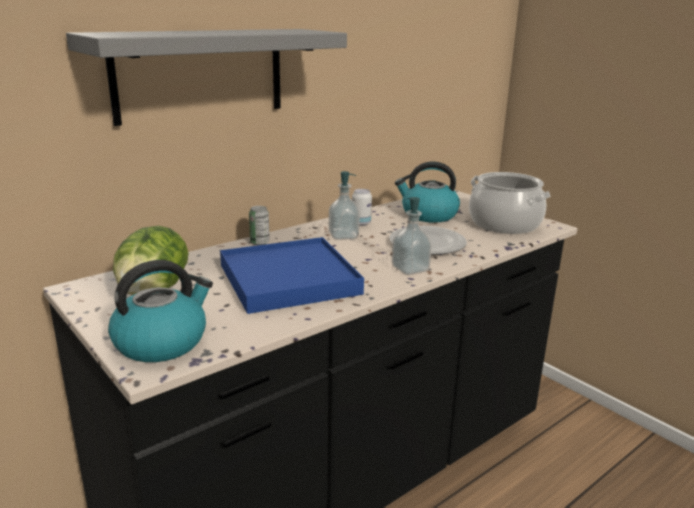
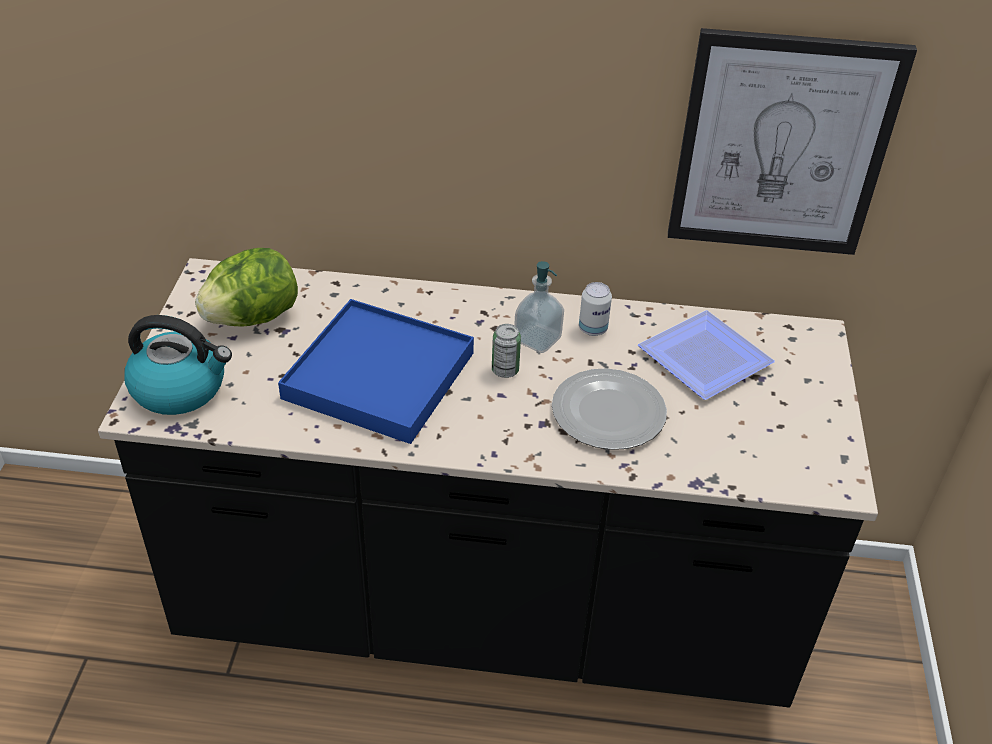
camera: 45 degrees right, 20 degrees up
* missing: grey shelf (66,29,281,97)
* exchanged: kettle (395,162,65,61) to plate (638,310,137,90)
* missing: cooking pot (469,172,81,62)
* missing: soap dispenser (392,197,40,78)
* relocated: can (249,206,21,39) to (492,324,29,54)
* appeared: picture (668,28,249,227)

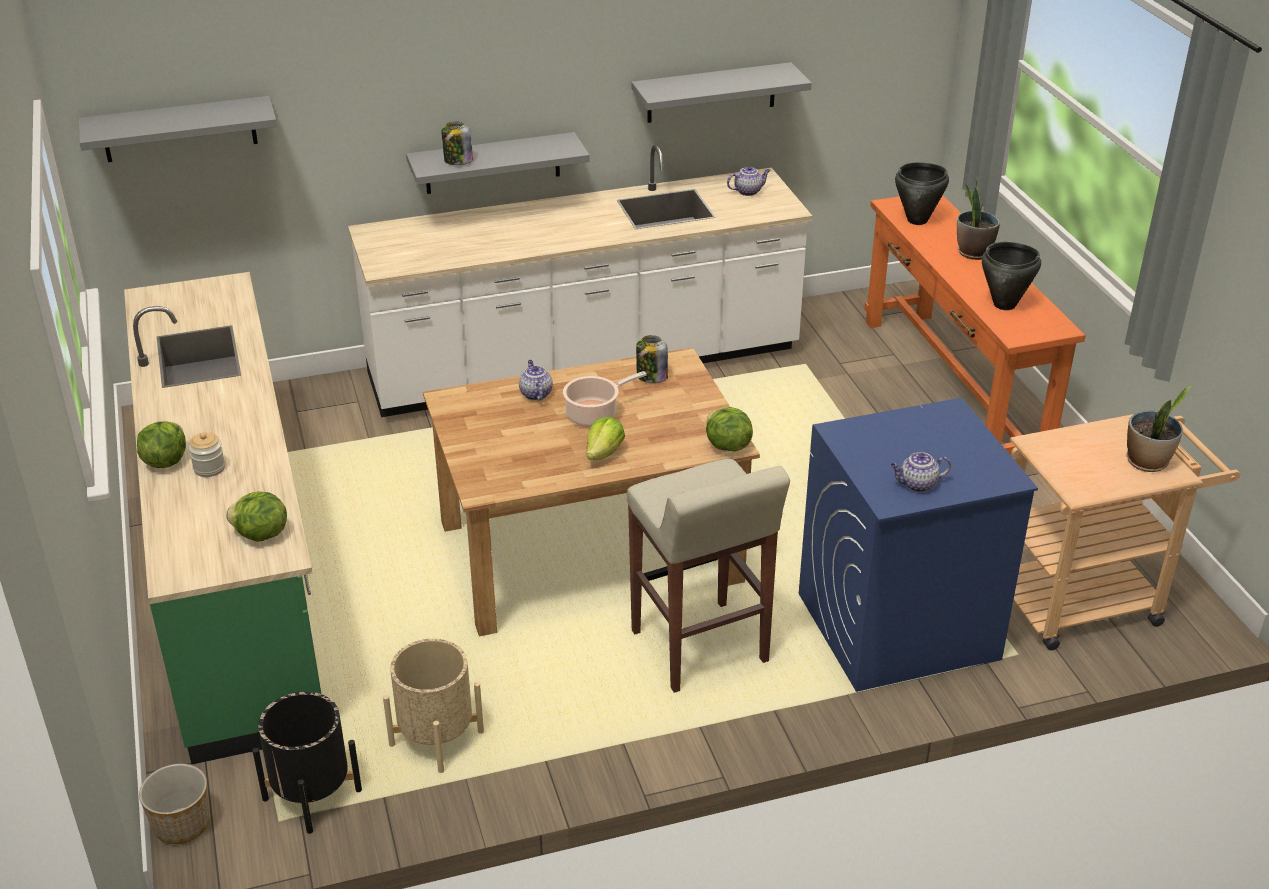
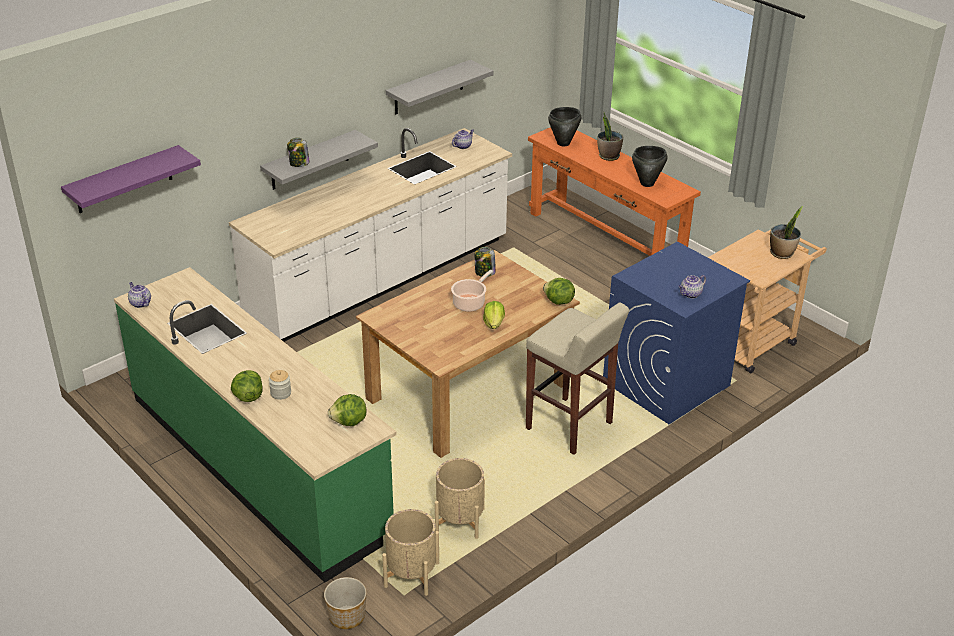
camera: 25 degrees left, 0 degrees up
* colour: grey shelf (79,96,198,66) to purple shelf (61,145,140,68)
* relocated: teapot (519,360,34,40) to (128,282,23,26)
* colour: black planter (252,692,110,142) to beige planter (382,509,57,87)

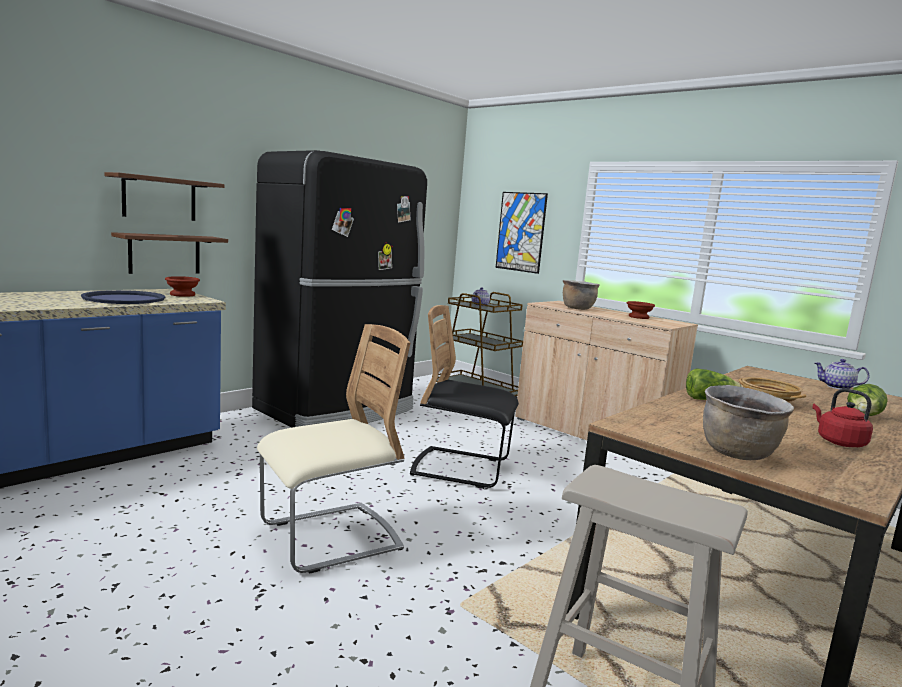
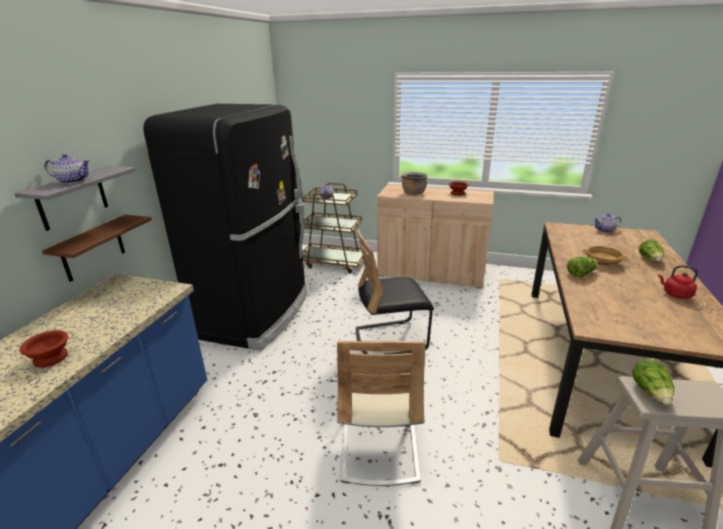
camera: 25 degrees left, 15 degrees up
* colour: brown shelf (104,172,121,49) to grey shelf (14,166,122,65)
* missing: picture (495,192,53,82)
* relocated: brown bowl (165,276,35,21) to (20,330,48,38)
* missing: blue tray (81,290,84,14)
* spun: beige chair (257,324,153,250) = (337,341,88,145) 150 degrees clockwise
* missing: brown cooking pot (703,385,91,75)
* appeared: teapot (45,154,45,30)
* appeared: lettuce (632,359,42,46)

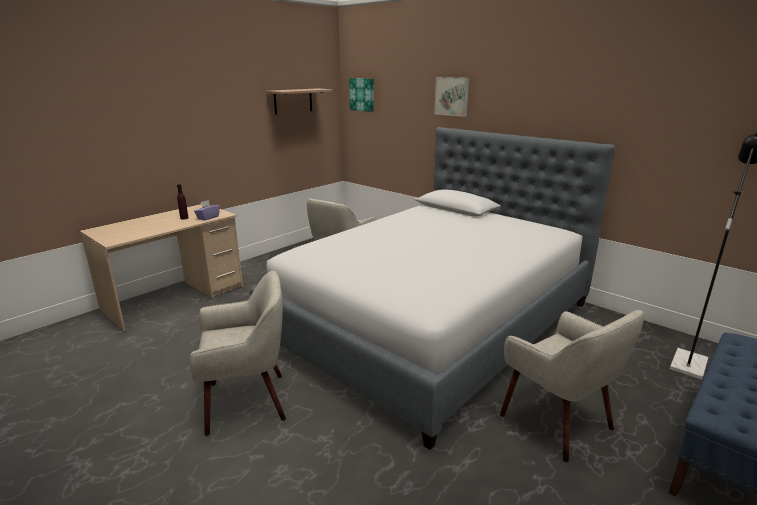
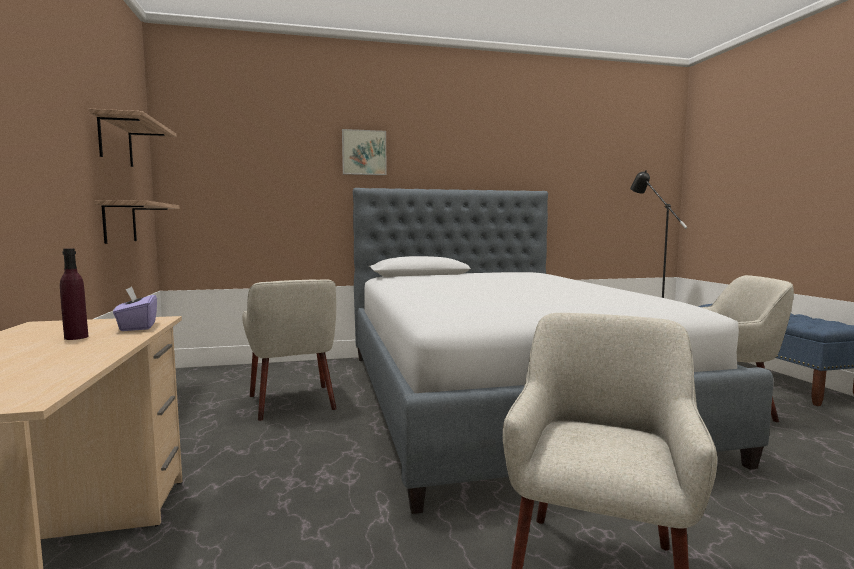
camera: 55 degrees left, 15 degrees down
* missing: picture (349,78,25,34)
* appeared: shelf (94,200,86,44)

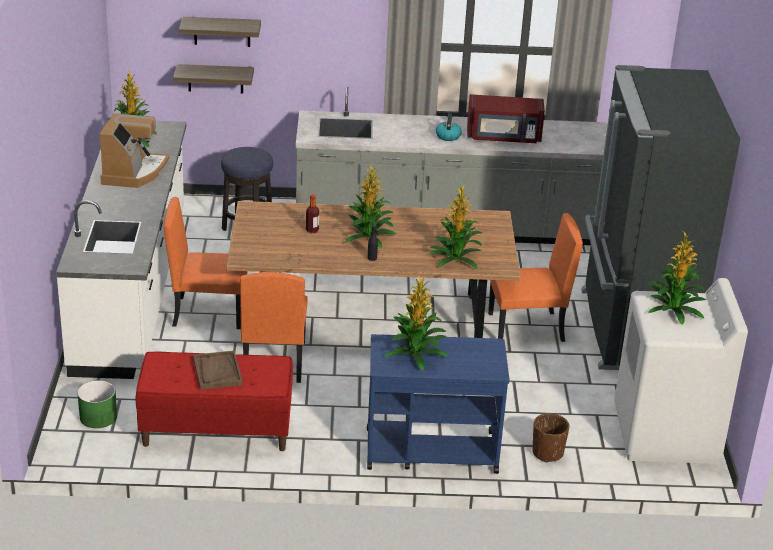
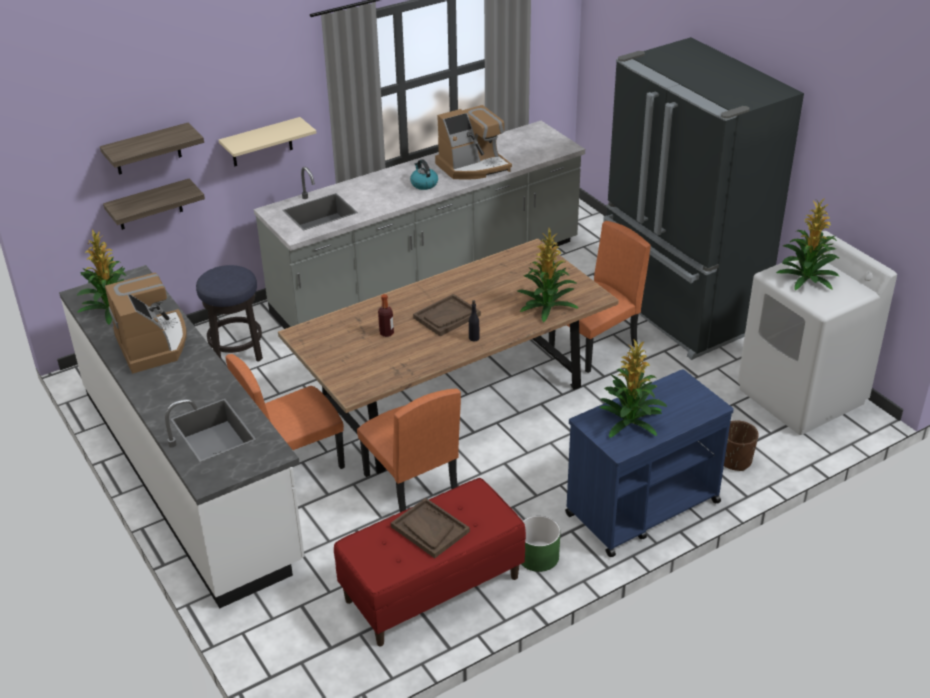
camera: 30 degrees left, 5 degrees up
* exchanged: red microwave (467,94,78,49) to coffee machine (435,105,77,75)
* exchanged: potted plant (344,166,52,83) to brown tray (413,294,68,42)
* relocated: green planter (77,380,40,48) to (521,516,39,56)
* appeared: beige shelf (219,117,97,49)

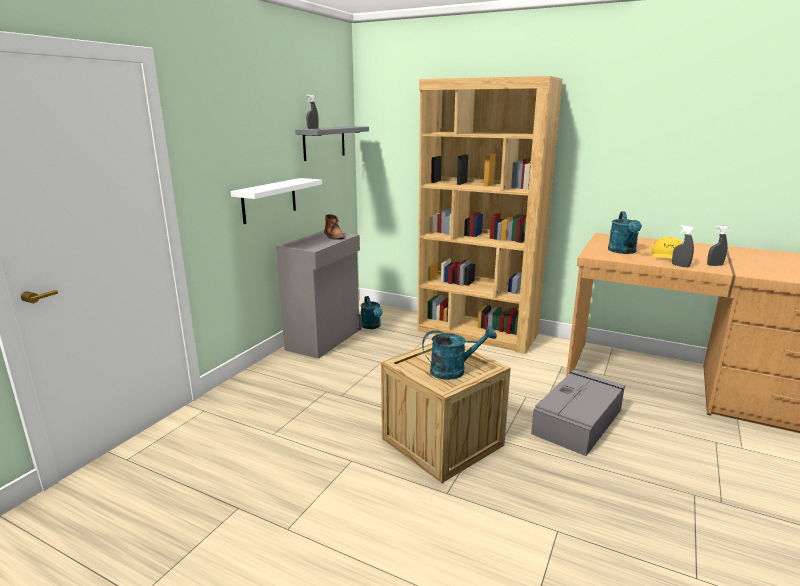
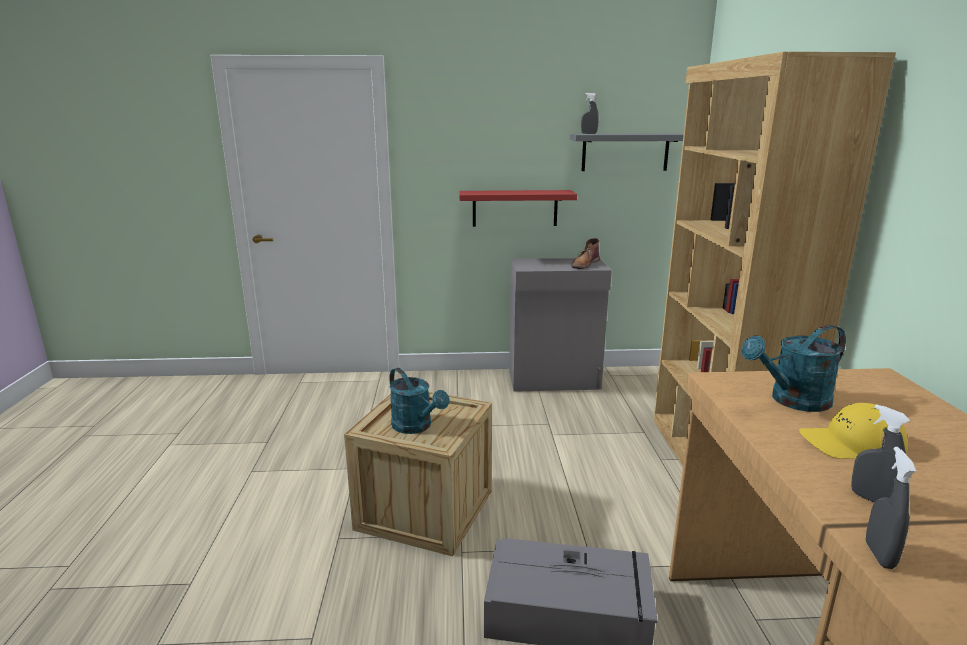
camera: 60 degrees right, 0 degrees up
* colour: white shelf (231,178,91,46) to red shelf (459,190,118,37)
* relocated: grey spray bottle (672,225,22,42) to (866,447,51,122)
* missing: turquoise watering can (361,296,22,33)

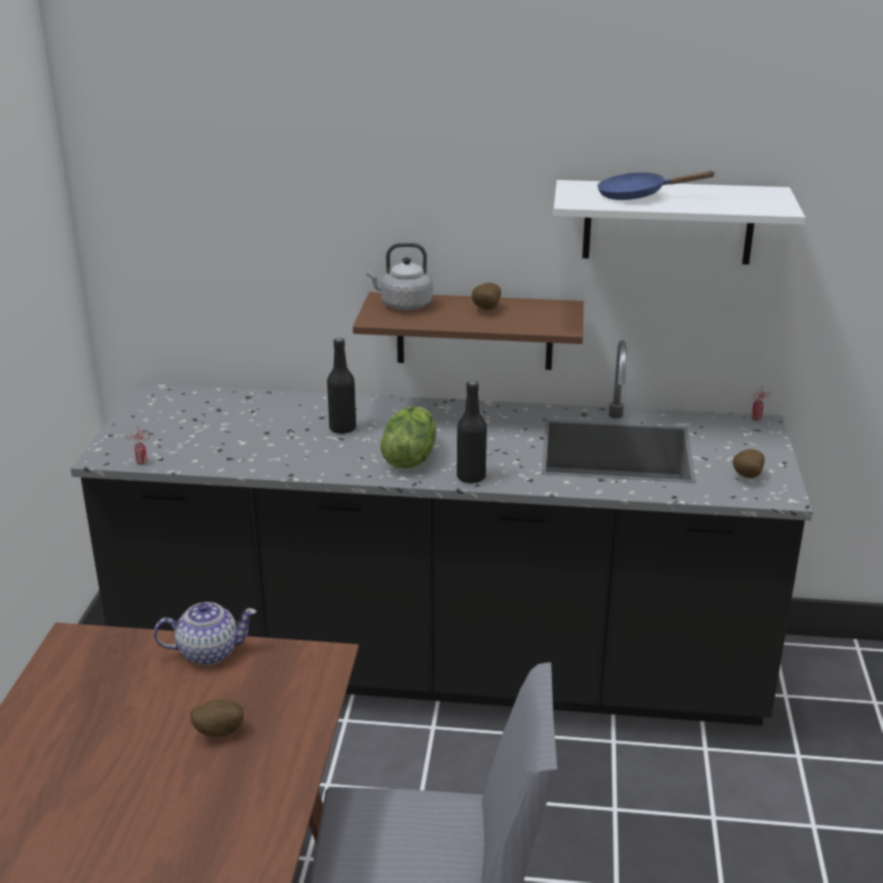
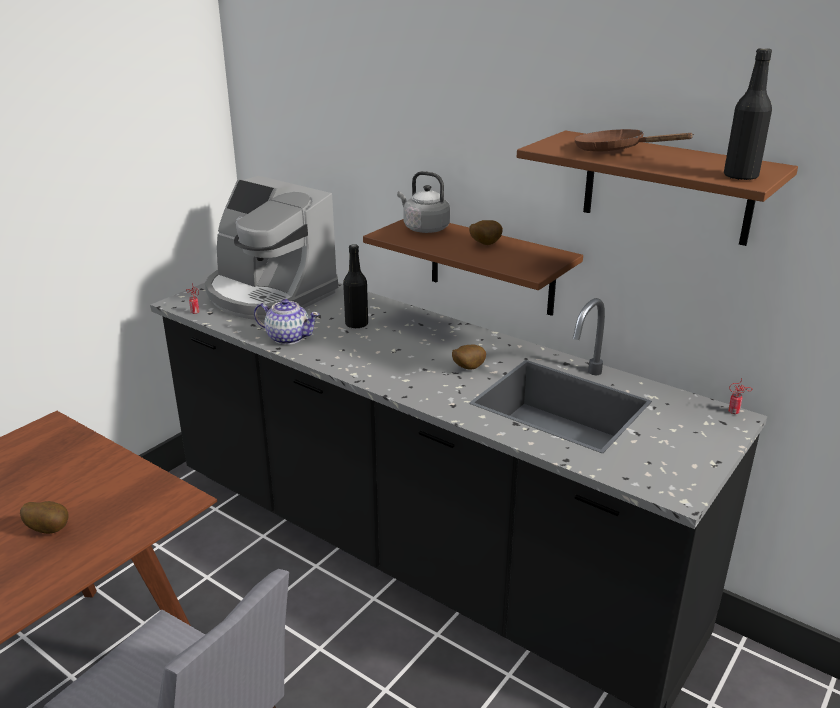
camera: 30 degrees right, 0 degrees up
* colour: blue frying pan (597,171,119,29) to brown frying pan (574,129,120,23)
* colour: white shelf (553,180,252,85) to brown shelf (517,130,281,116)
* relocated: black bottle (457,381,30,102) to (724,48,48,132)
* missing: lettuce (381,407,55,62)
* relocated: potato (732,449,33,29) to (452,344,34,26)
* relocated: teapot (154,602,103,63) to (254,299,65,46)
* appeared: coffee machine (205,176,133,144)

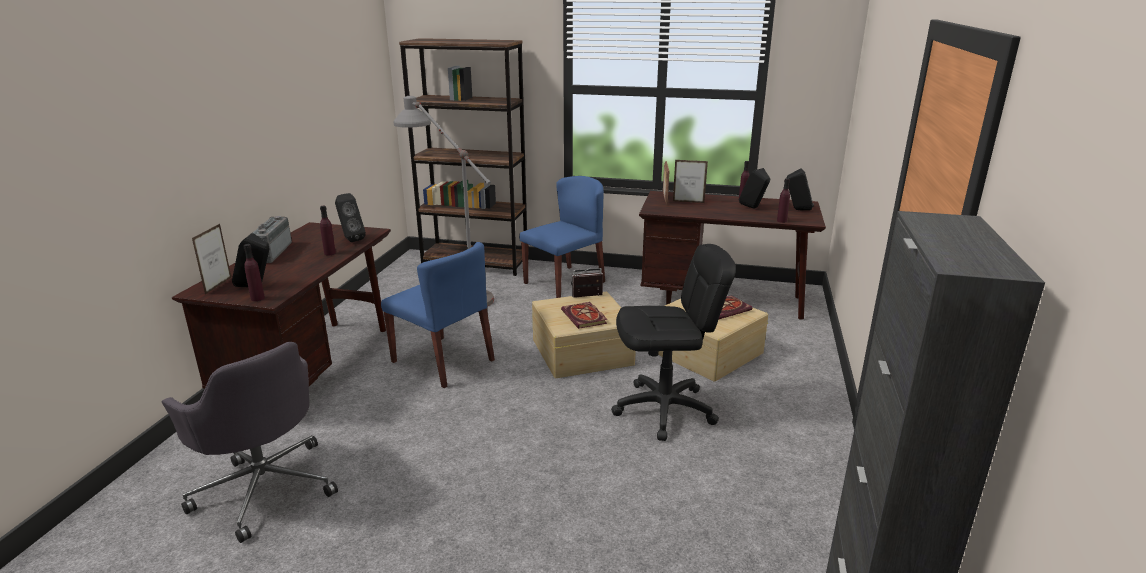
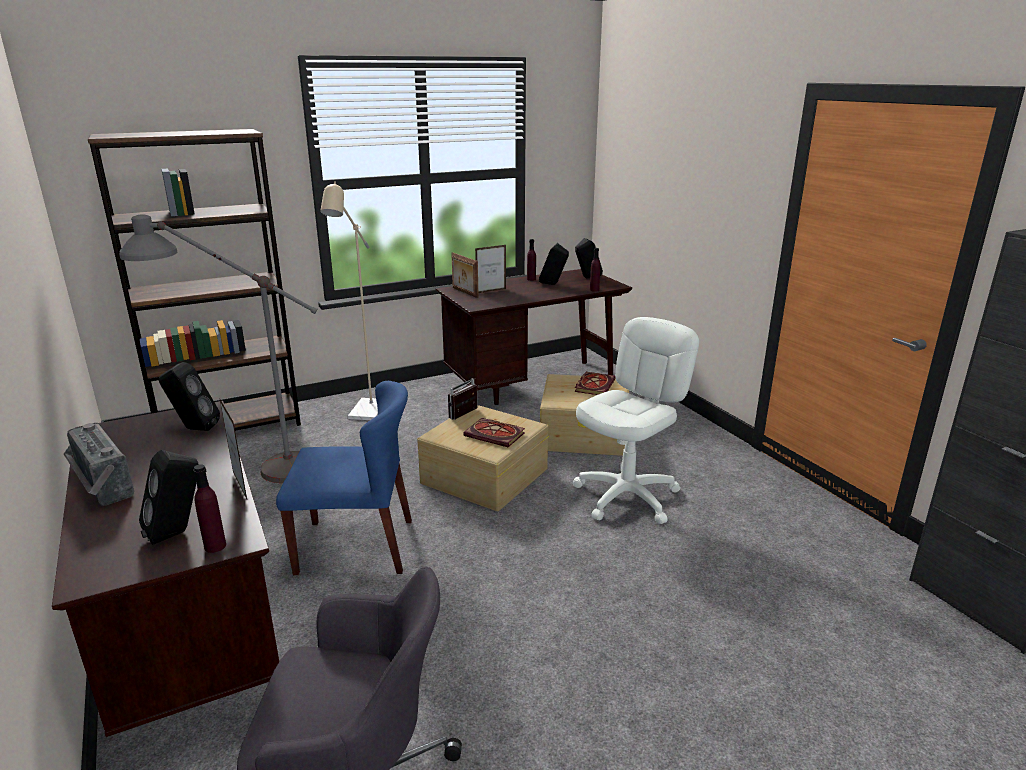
camera: 40 degrees left, 0 degrees up
* exchanged: blue chair (519,176,86,122) to beige floor lamp (321,181,57,239)
* missing: purple bottle (320,206,16,49)
* relocated: picture frame (192,224,40,71) to (220,399,27,100)
* colour: black office chair (611,244,125,197) to white office chair (573,317,126,207)

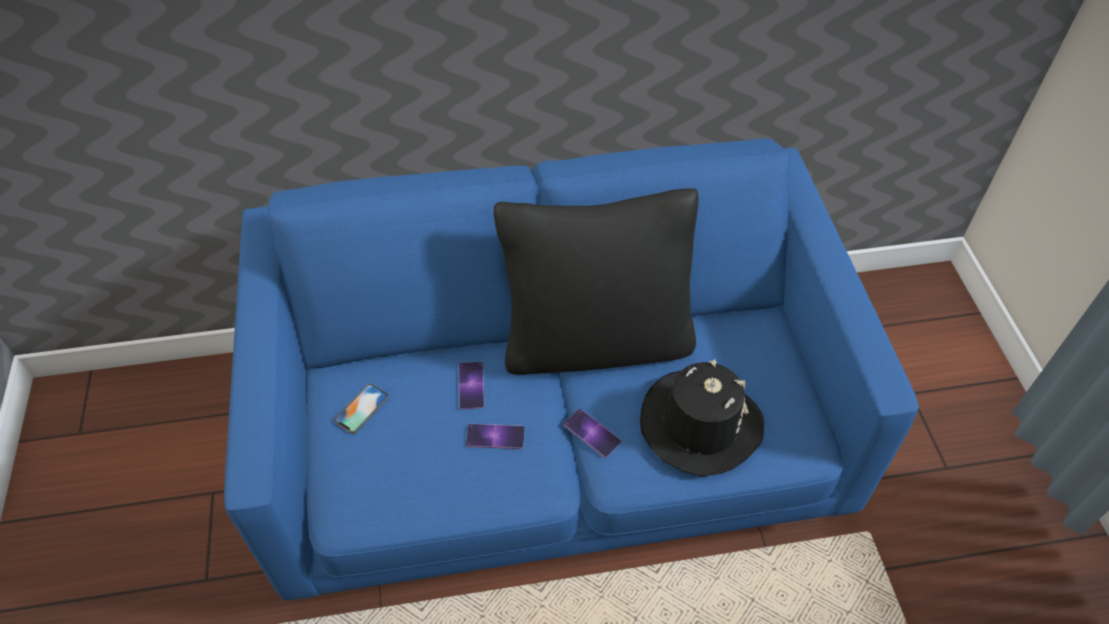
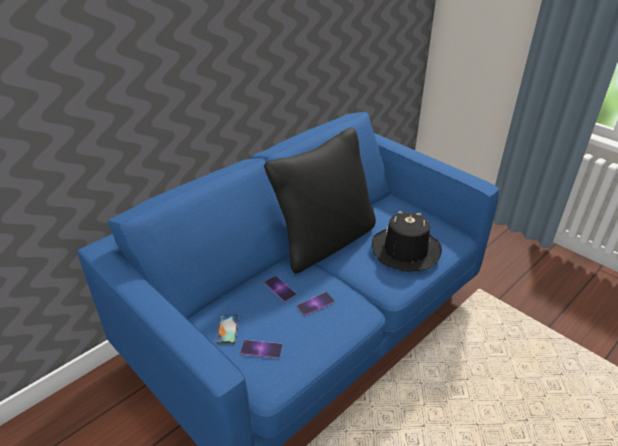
camera: 35 degrees left, 15 degrees down
* relocated: phone (564,409,58,49) to (240,340,43,19)

